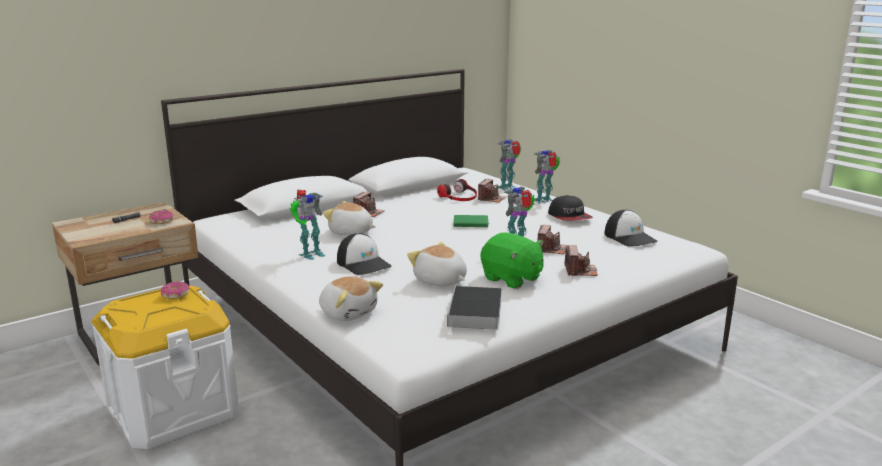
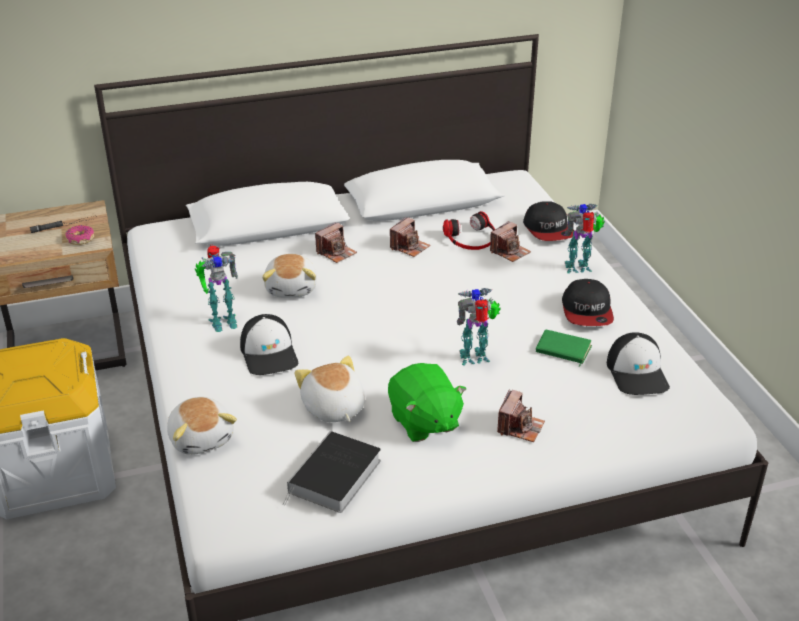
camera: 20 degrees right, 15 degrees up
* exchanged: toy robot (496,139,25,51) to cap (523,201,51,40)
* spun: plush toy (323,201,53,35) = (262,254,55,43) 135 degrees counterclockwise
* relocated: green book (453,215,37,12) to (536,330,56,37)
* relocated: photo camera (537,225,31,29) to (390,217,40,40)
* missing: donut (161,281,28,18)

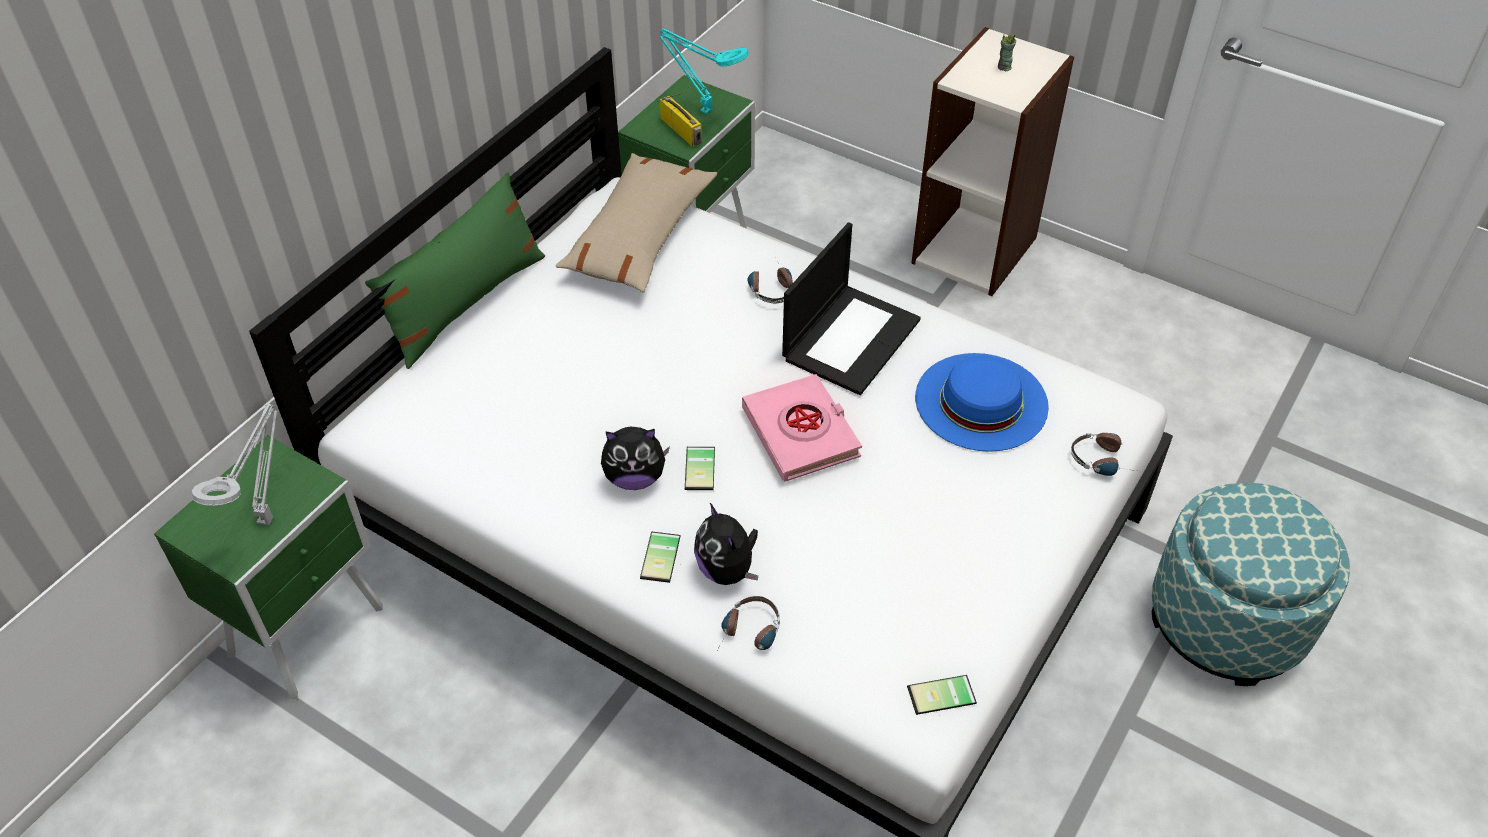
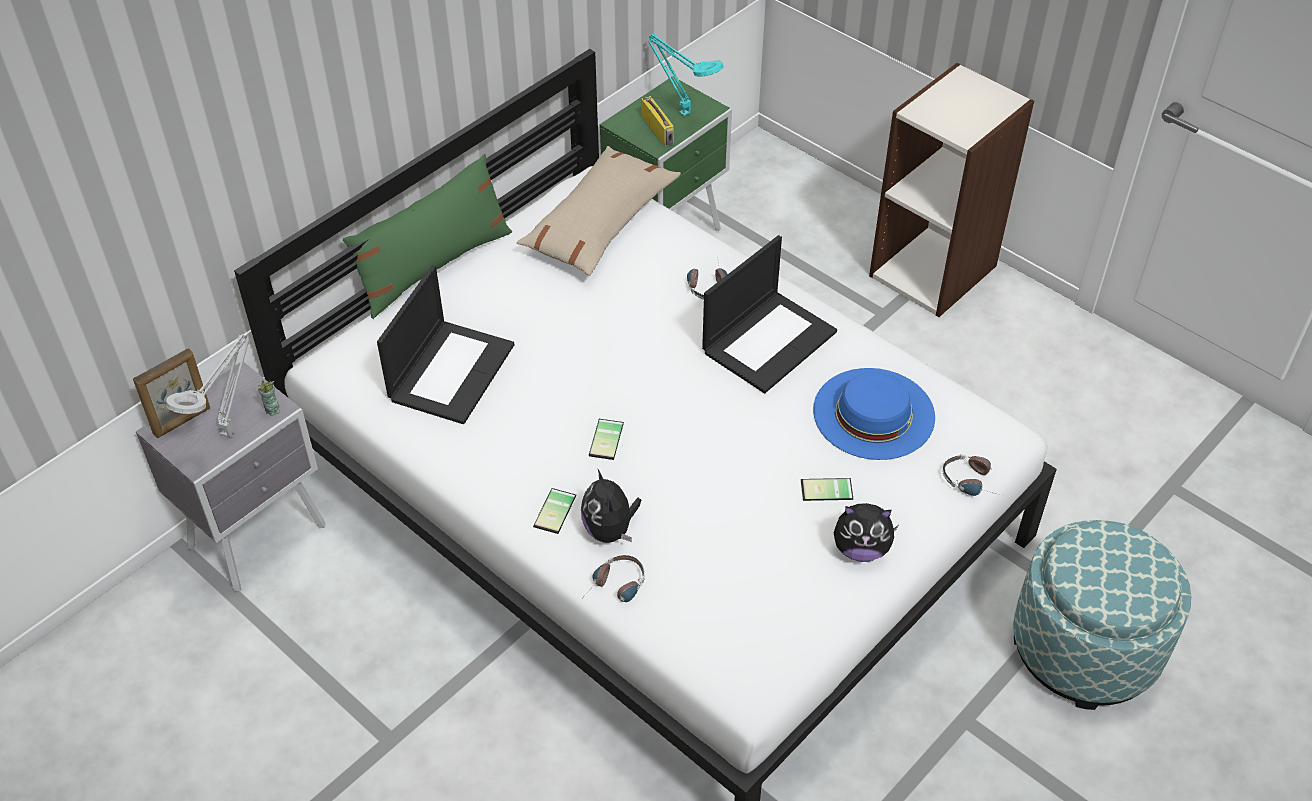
camera: 10 degrees right, 0 degrees up
* relocated: cup (998,34,18,37) to (258,380,22,36)
* missing: pink book (742,374,120,108)
* relocated: plush toy (601,427,69,63) to (834,503,64,59)
* colour: green nightstand (154,435,229,264) to grey nightstand (136,362,190,230)
* relocated: phone (907,675,70,40) to (801,478,52,23)
* appeared: laptop (377,265,137,159)
* appeared: picture frame (133,348,77,90)

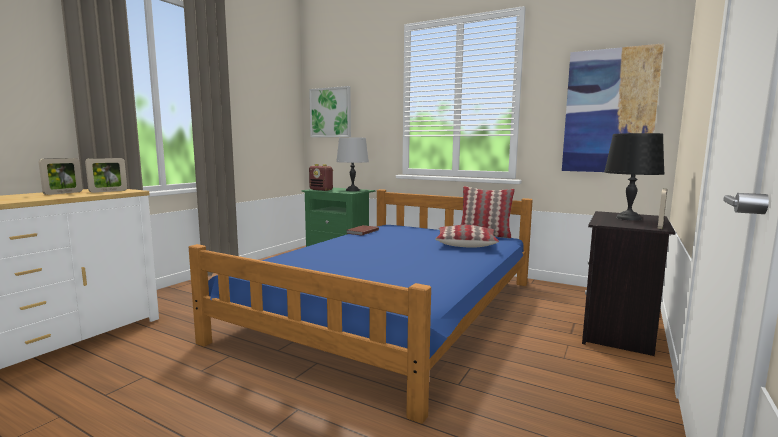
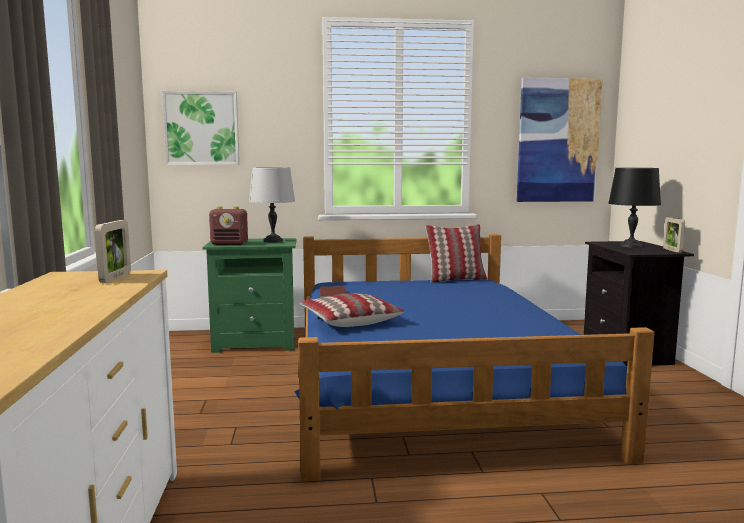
camera: 35 degrees left, 0 degrees up
* missing: picture frame (39,158,44,37)
* relocated: pillow (435,225,64,23) to (300,293,104,34)

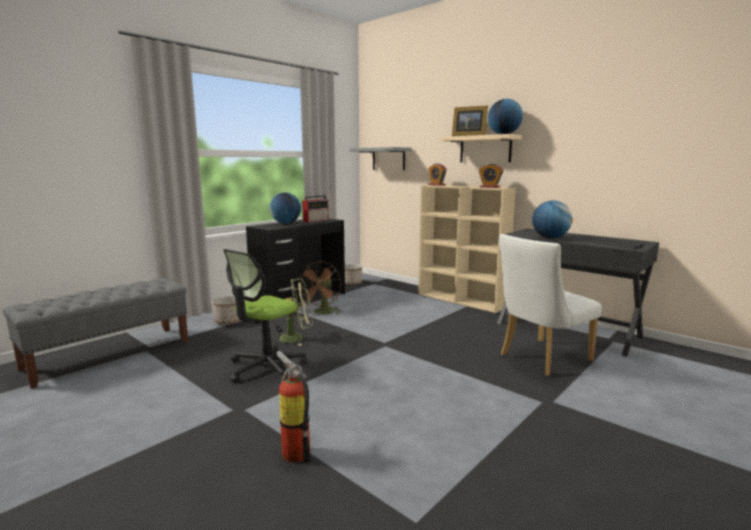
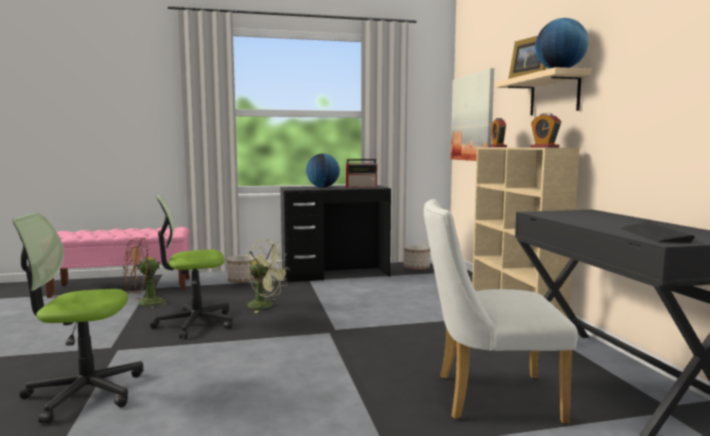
camera: 35 degrees right, 5 degrees down
* exchanged: grey shelf (350,147,61,23) to picture (451,68,43,93)
* missing: globe (532,201,41,37)
* relocated: brown fan (298,261,43,53) to (123,238,49,70)
* colour: grey bench (3,278,186,111) to pink bench (46,227,144,71)
* exchanged: fire extinguisher (277,351,34,112) to office chair (12,213,131,211)

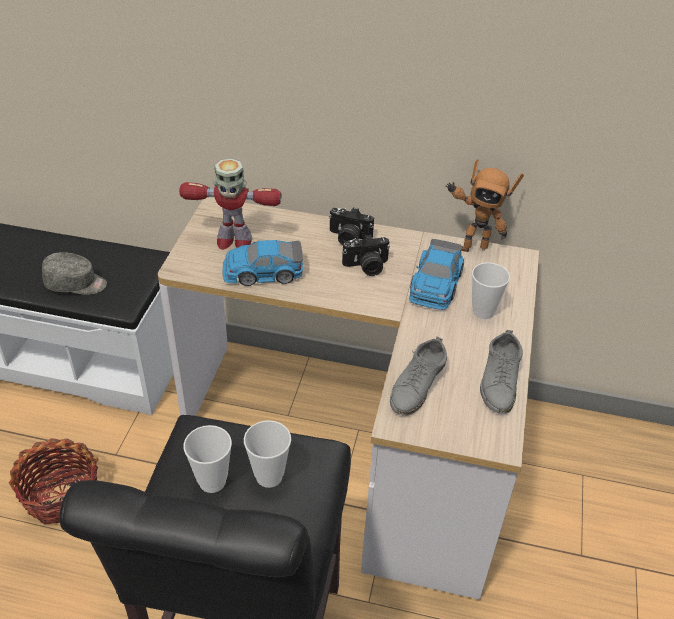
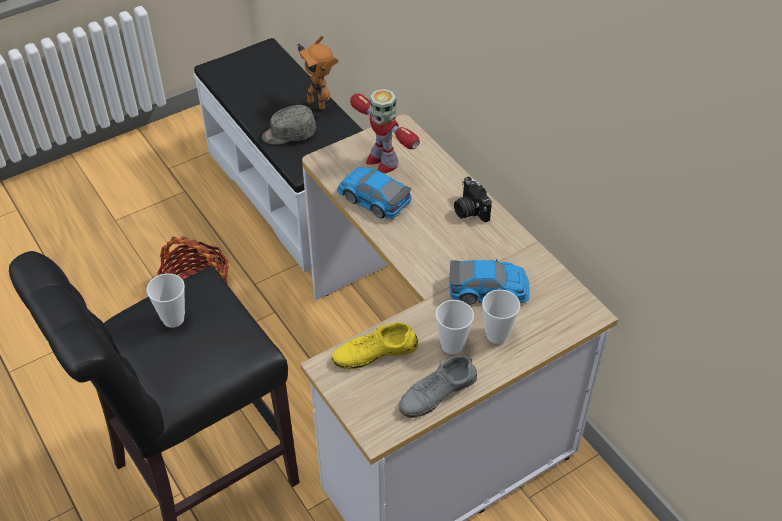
camera: 45 degrees right, 5 degrees up
* relocated: toy robot (445,159,79,93) to (297,35,42,75)
* missing: photo camera (342,234,48,42)
* spun: toy car (409,239,55,71) = (449,259,81,46) 150 degrees counterclockwise
* spun: grey cap (42,252,65,43) = (262,105,54,39) 120 degrees clockwise
* colour: grey shoe (390,337,57,79) to yellow shoe (332,322,86,47)
* relocated: cup (244,420,47,68) to (436,300,38,54)

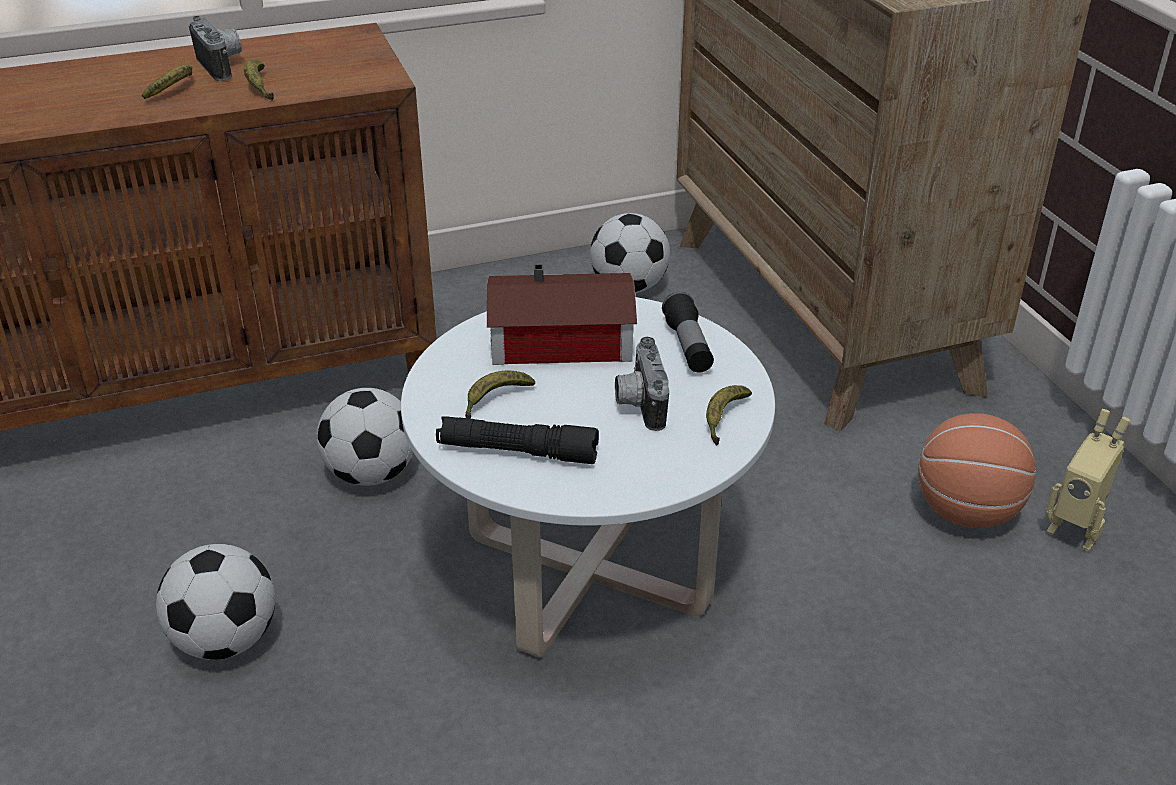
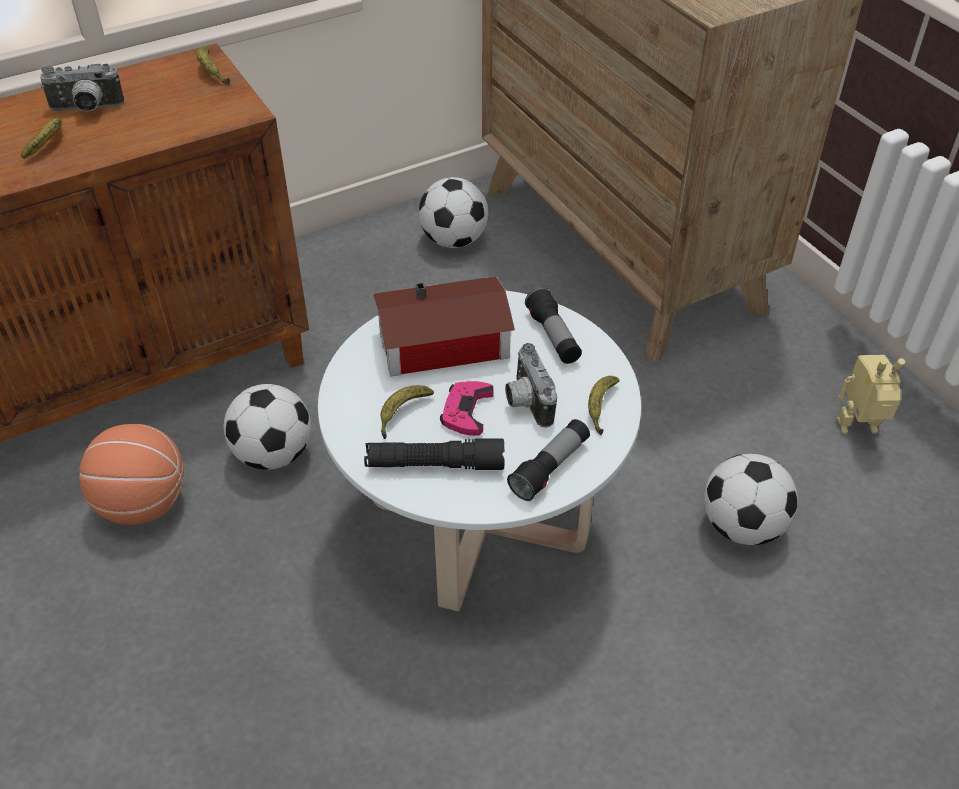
camera: 10 degrees left, 10 degrees up
* spun: photo camera (189,16,53,65) = (40,64,84,48) 120 degrees clockwise
* relocated: banana (244,60,30,40) to (197,46,33,39)
* spun: toy robot (1046,409,85,143) = (837,355,68,79) 150 degrees clockwise
* relocated: basketball (918,413,118,115) to (79,424,105,101)
* relocated: football (156,544,119,116) to (704,453,94,92)
* appeared: pink game controller (440,381,54,55)
* appeared: flashlight (507,419,83,82)

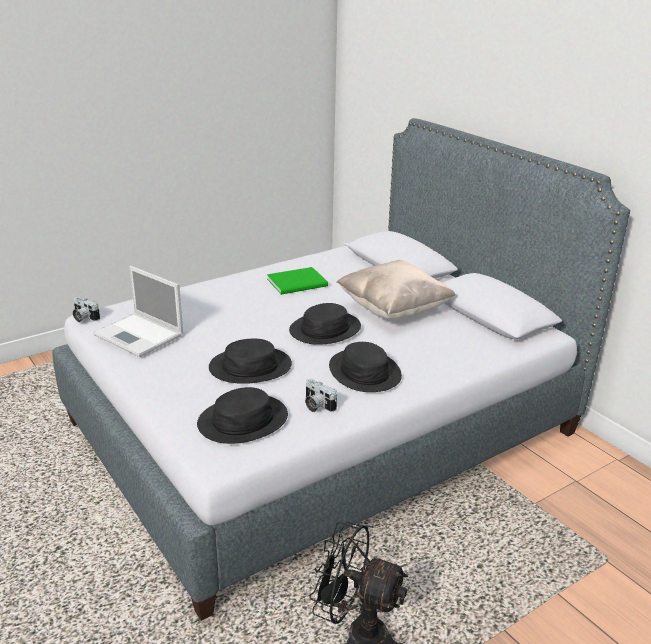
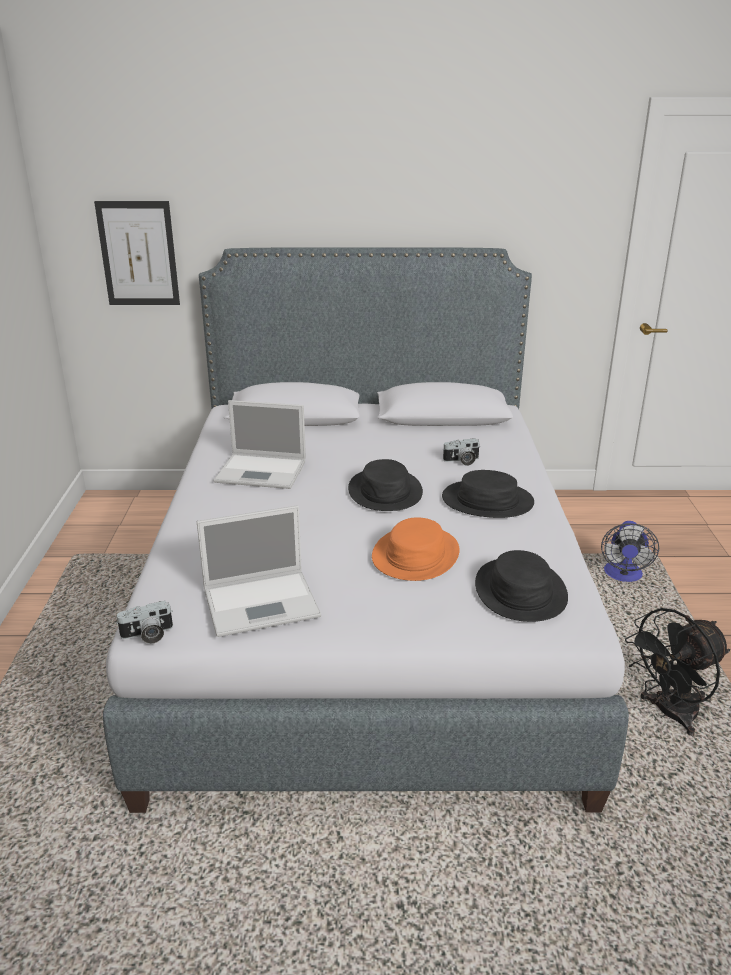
camera: 55 degrees left, 0 degrees up
* missing: beige pillow (337,260,119,60)
* exchanged: green book (267,267,61,28) to laptop (214,400,92,89)
* colour: black hat (209,339,83,45) to orange hat (372,517,88,64)
* relocated: photo camera (305,379,32,33) to (442,438,38,28)
* appeared: picture (94,201,86,104)
* appeared: fan (601,521,58,61)

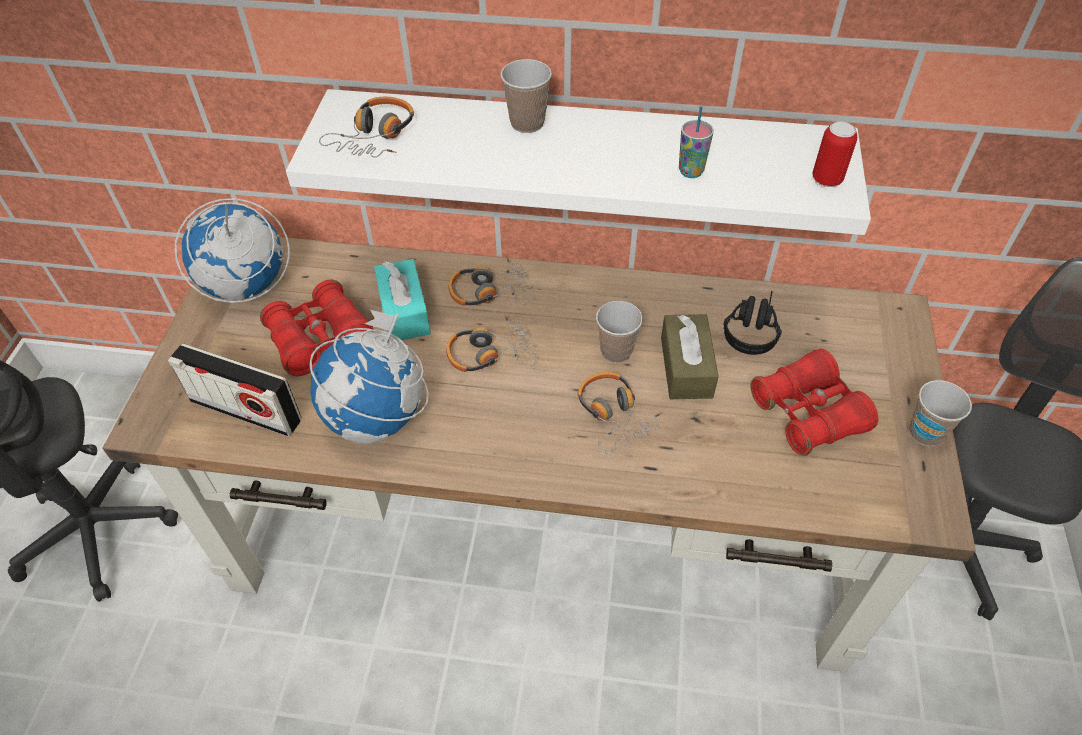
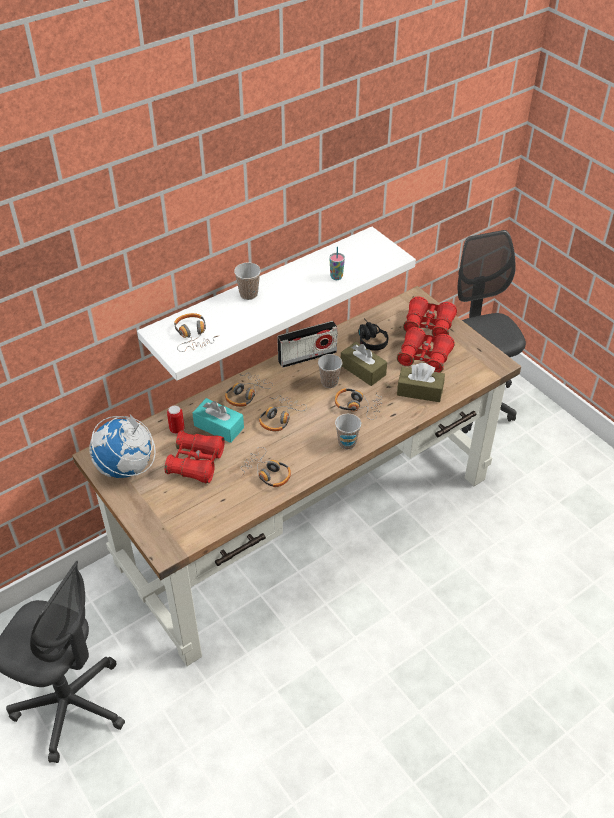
camera: 45 degrees left, 5 degrees down
* relocated: can (813,122,44,65) to (167,405,18,29)
* exchanged: globe (310,310,119,134) to headphones (240,447,51,40)
* relocated: radio (168,343,134,94) to (277,321,61,47)
* relocated: cup (909,380,63,66) to (335,414,26,35)
* appeared: red binoculars (403,296,54,41)
* appeared: brown tissue box (397,363,48,39)

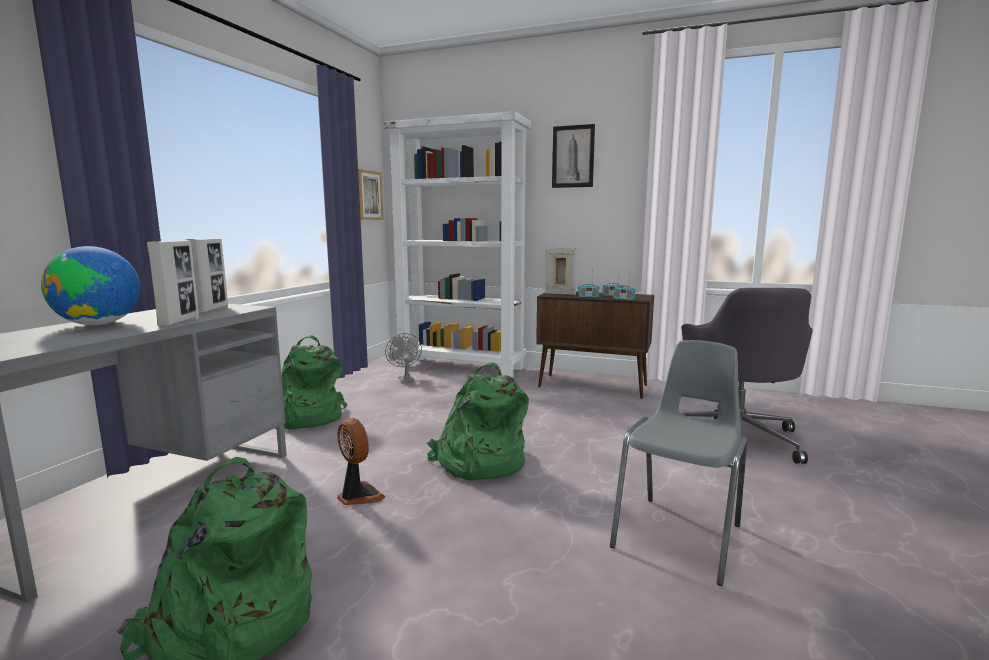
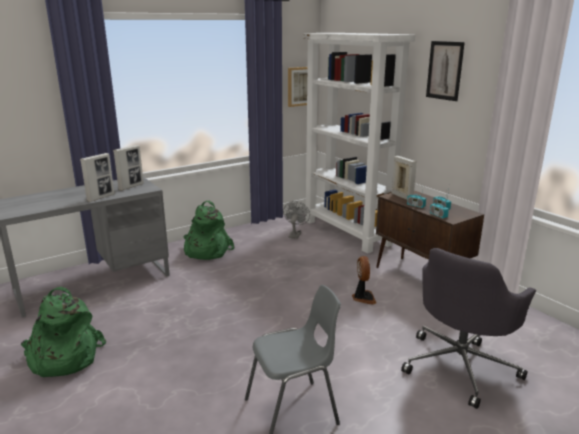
camera: 35 degrees right, 10 degrees up
* missing: globe (41,246,99,79)
* missing: green backpack (427,362,102,119)
* relocated: fan (337,418,48,87) to (352,256,24,49)

